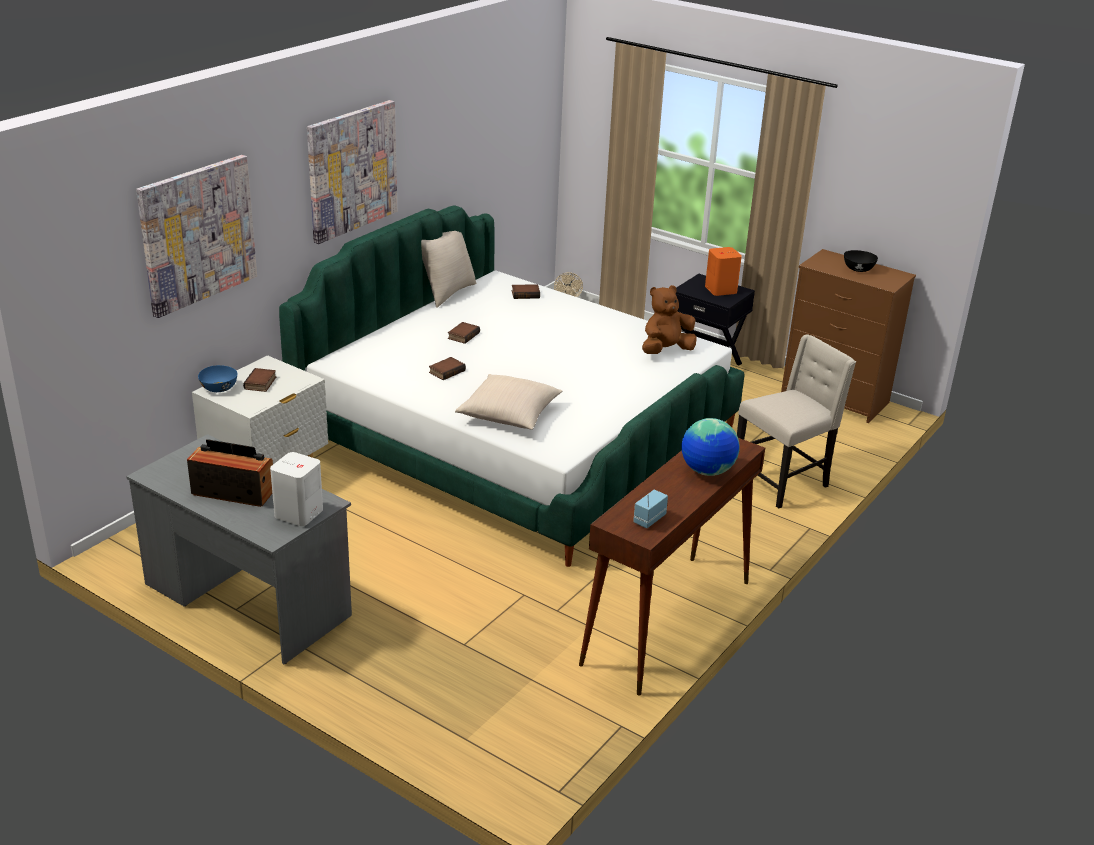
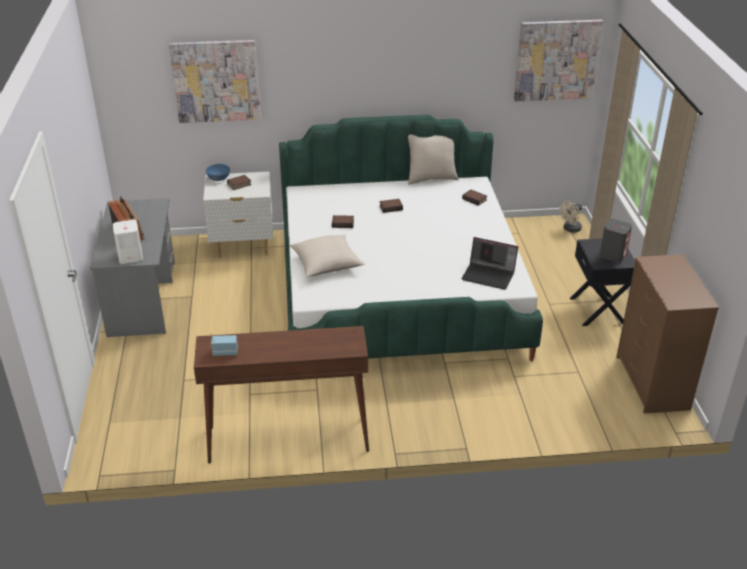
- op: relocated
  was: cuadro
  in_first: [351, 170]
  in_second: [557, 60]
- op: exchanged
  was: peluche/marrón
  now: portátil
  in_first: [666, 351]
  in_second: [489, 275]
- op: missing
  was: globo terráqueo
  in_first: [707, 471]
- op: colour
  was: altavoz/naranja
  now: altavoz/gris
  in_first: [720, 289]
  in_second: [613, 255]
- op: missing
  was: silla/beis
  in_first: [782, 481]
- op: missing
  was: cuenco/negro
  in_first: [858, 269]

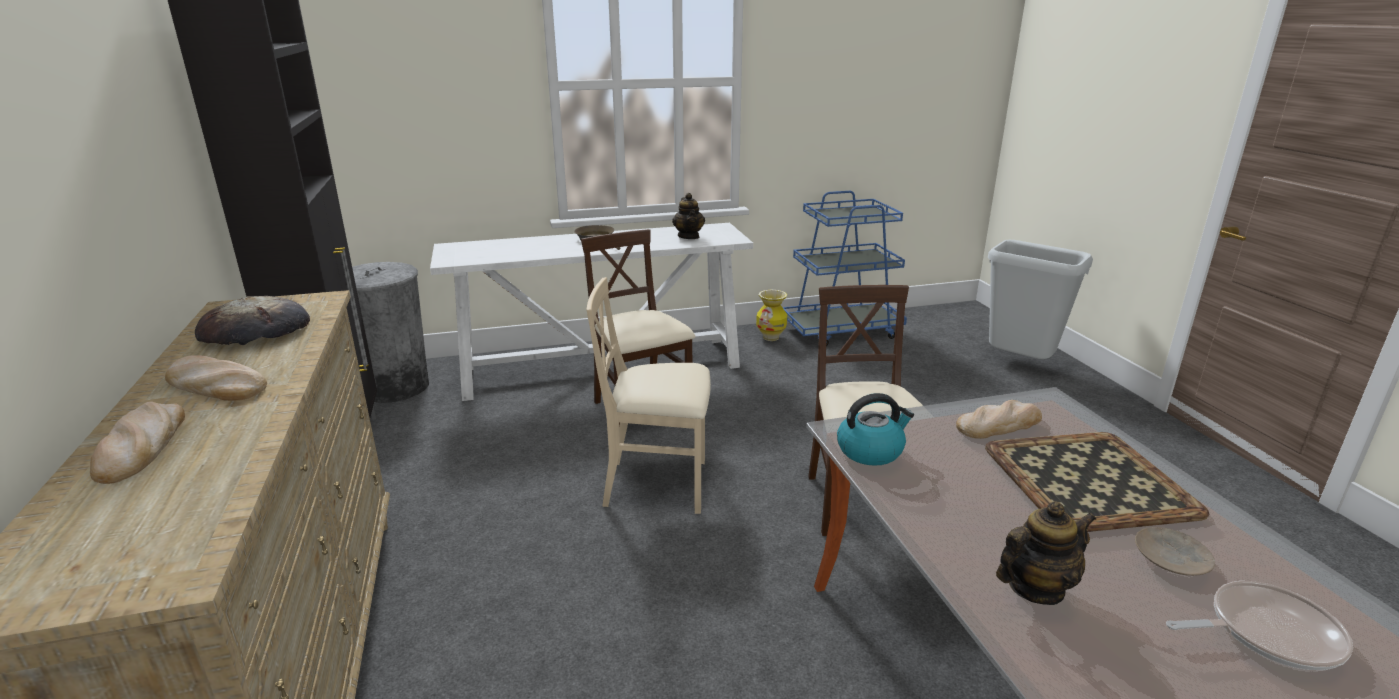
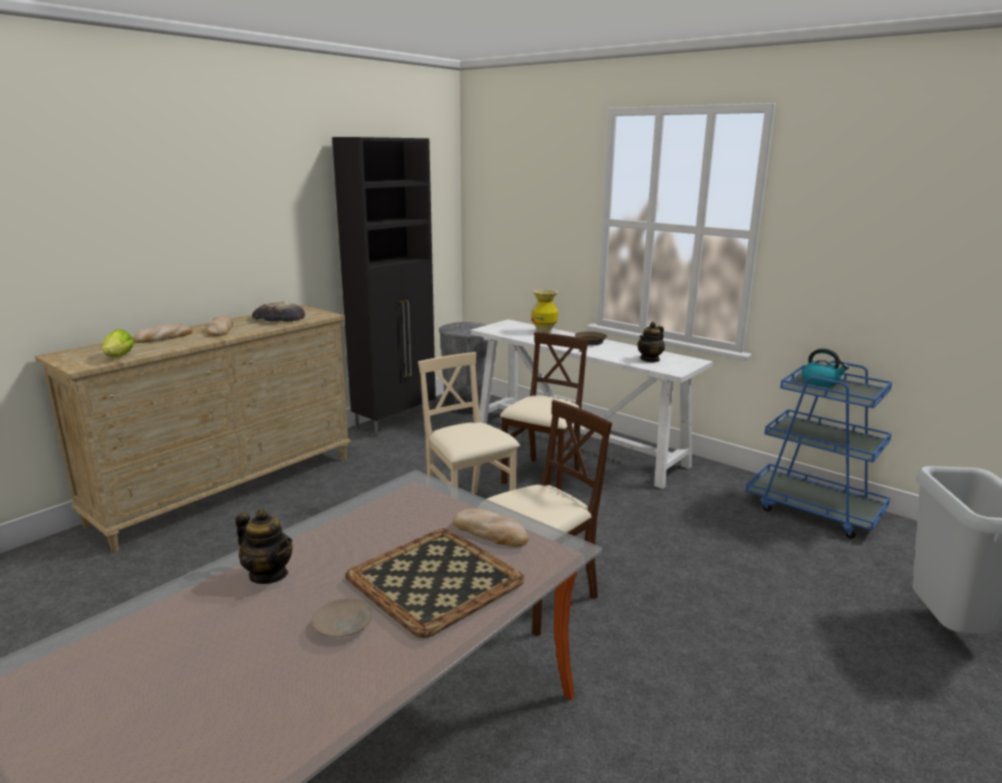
- op: relocated
  was: florero
  in_first: [771, 337]
  in_second: [544, 332]
- op: relocated
  was: hervidor
  in_first: [870, 450]
  in_second: [821, 382]
- op: missing
  was: sartén
  in_first: [1266, 632]
- op: appeared
  now: lechuga
  in_second: [118, 357]

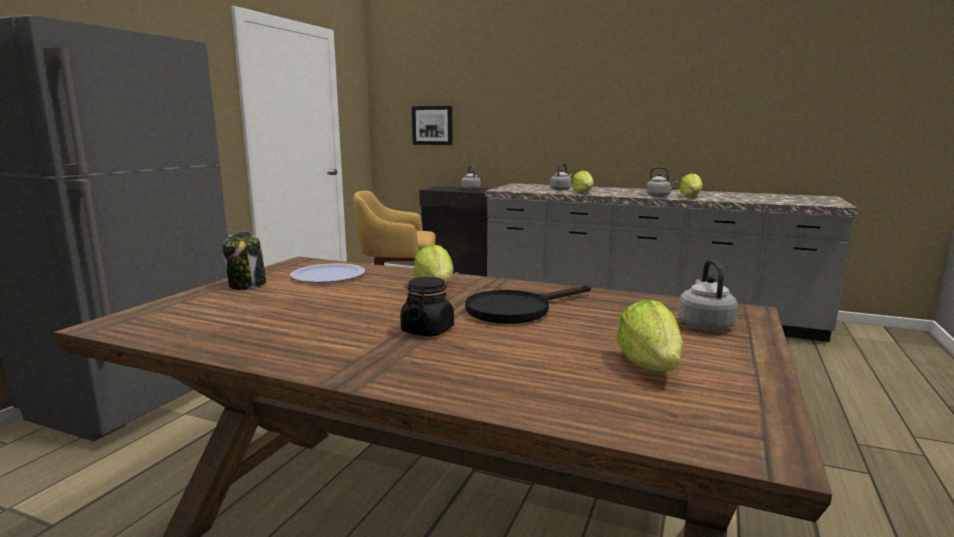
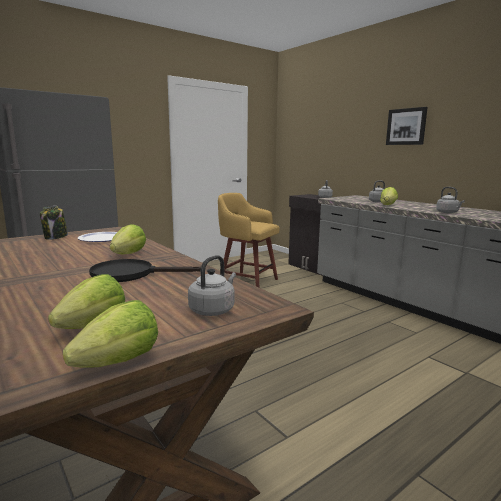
- op: missing
  was: tarro/negro
  in_first: [427, 330]
- op: relocated
  was: cuadro
  in_first: [432, 125]
  in_second: [406, 126]
- op: relocated
  was: lechuga
  in_first: [691, 197]
  in_second: [119, 361]

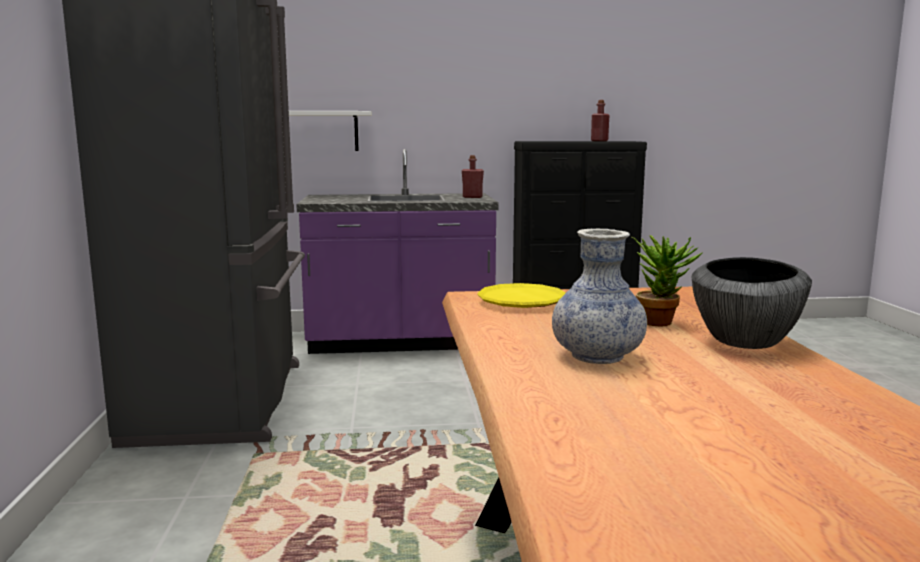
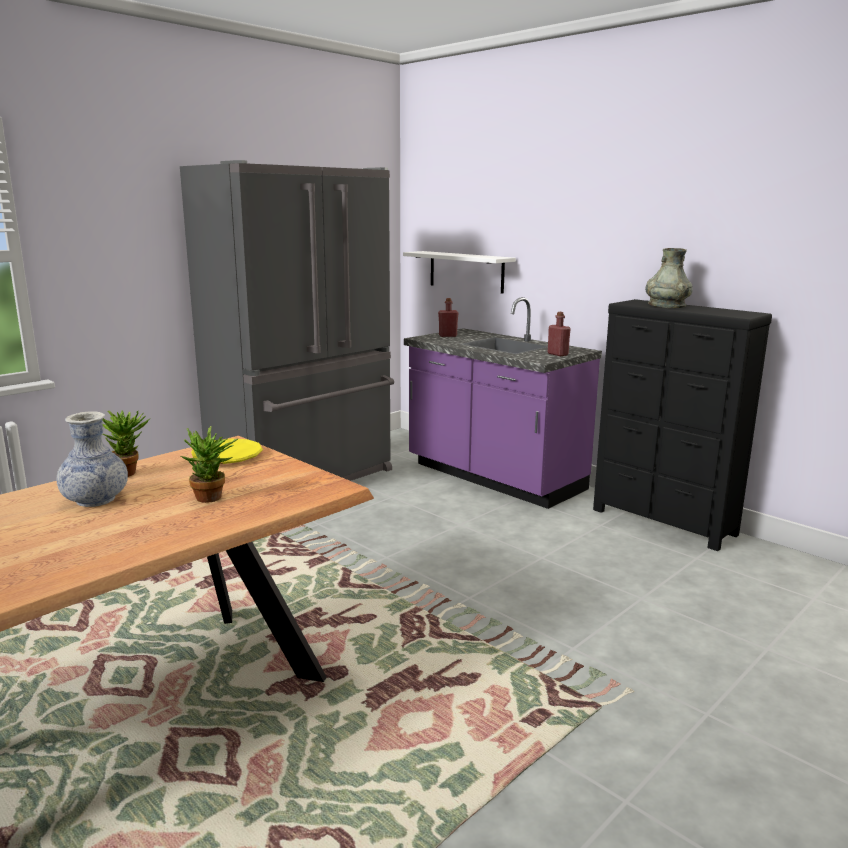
- op: relocated
  was: botella/rojo
  in_first: [599, 141]
  in_second: [448, 336]
- op: missing
  was: cuenco
  in_first: [744, 342]
- op: appeared
  now: planta en maceta
  in_second: [128, 472]
- op: appeared
  now: florero/gris
  in_second: [666, 305]

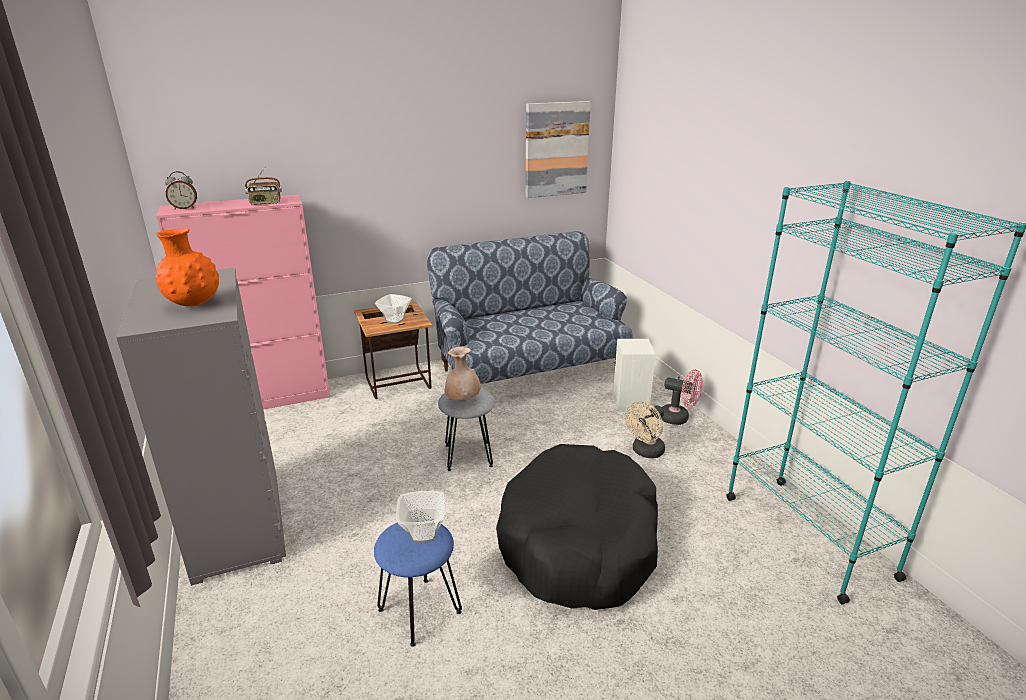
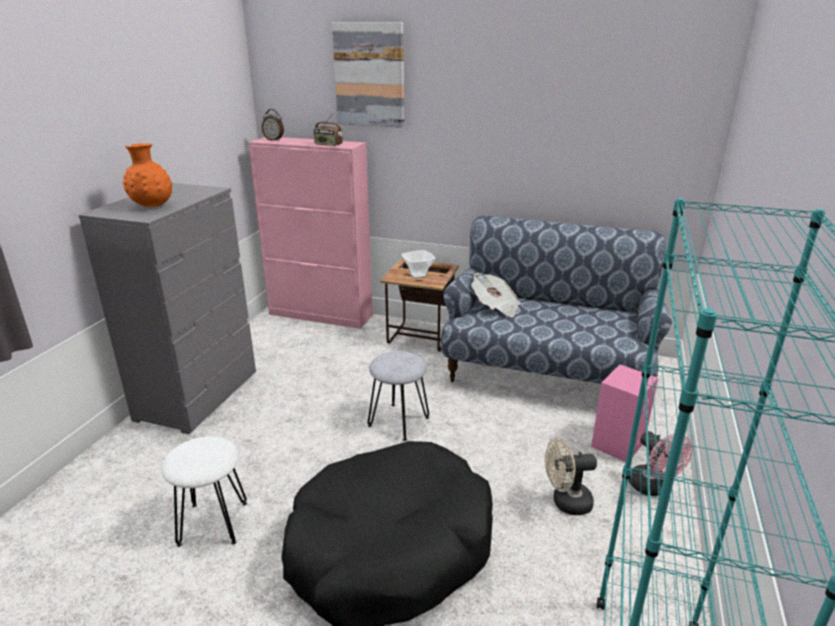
- op: colour
  was: taburete/azul
  now: taburete/blanco
  in_first: [419, 610]
  in_second: [213, 523]
- op: missing
  was: cuenco
  in_first: [422, 535]
- op: missing
  was: florero/beis
  in_first: [463, 401]
- op: relocated
  was: cuadro
  in_first: [556, 149]
  in_second: [369, 75]
- op: colour
  was: altavoz/blanco
  now: altavoz/rosa
  in_first: [630, 401]
  in_second: [618, 443]
- op: appeared
  now: periódico
  in_second: [495, 307]

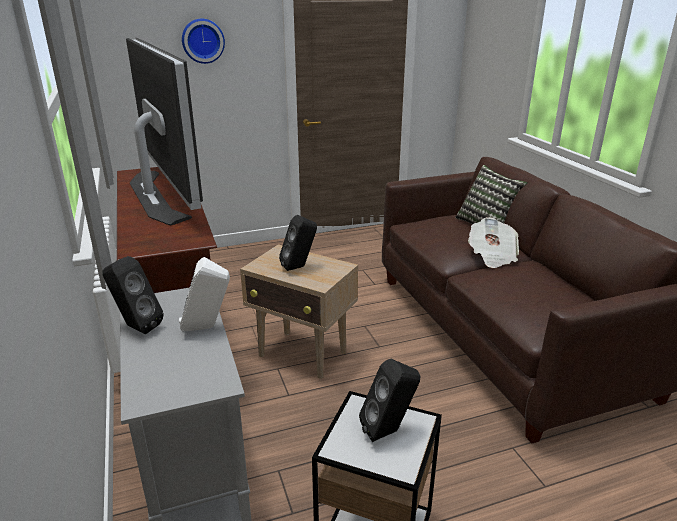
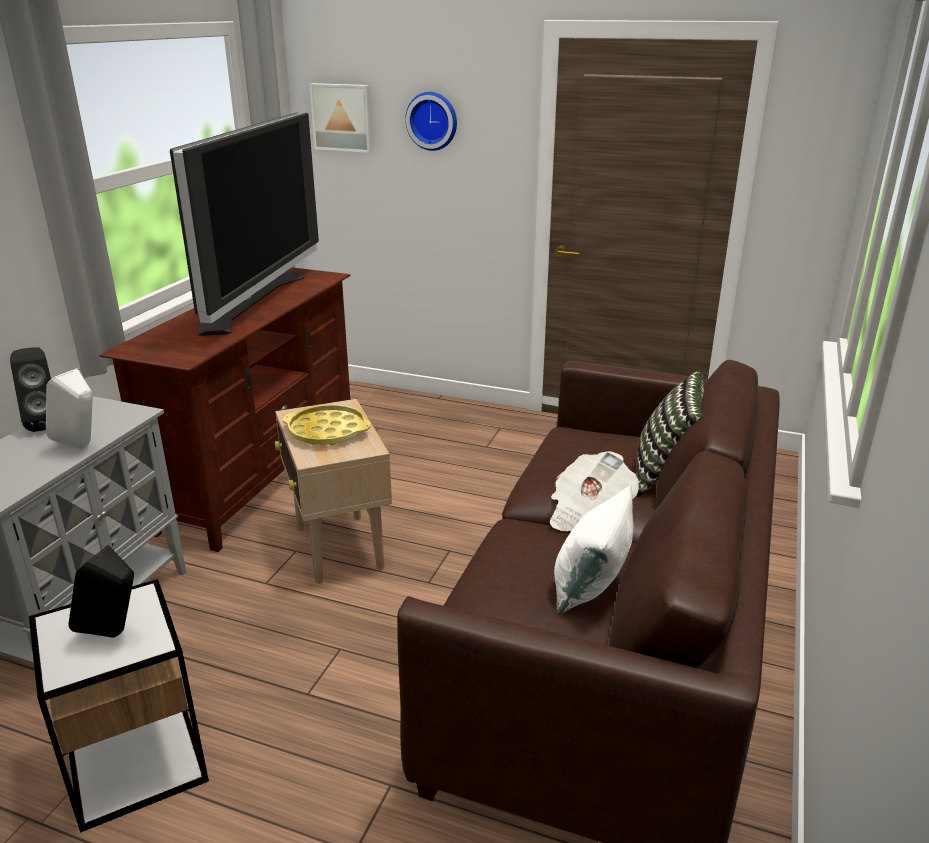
- op: exchanged
  was: altavoz/negro
  now: bandeja/amarillo
  in_first: [299, 267]
  in_second: [327, 432]
- op: appeared
  now: cuadro
  in_second: [343, 117]
- op: appeared
  now: cojín/blanco
  in_second: [590, 587]

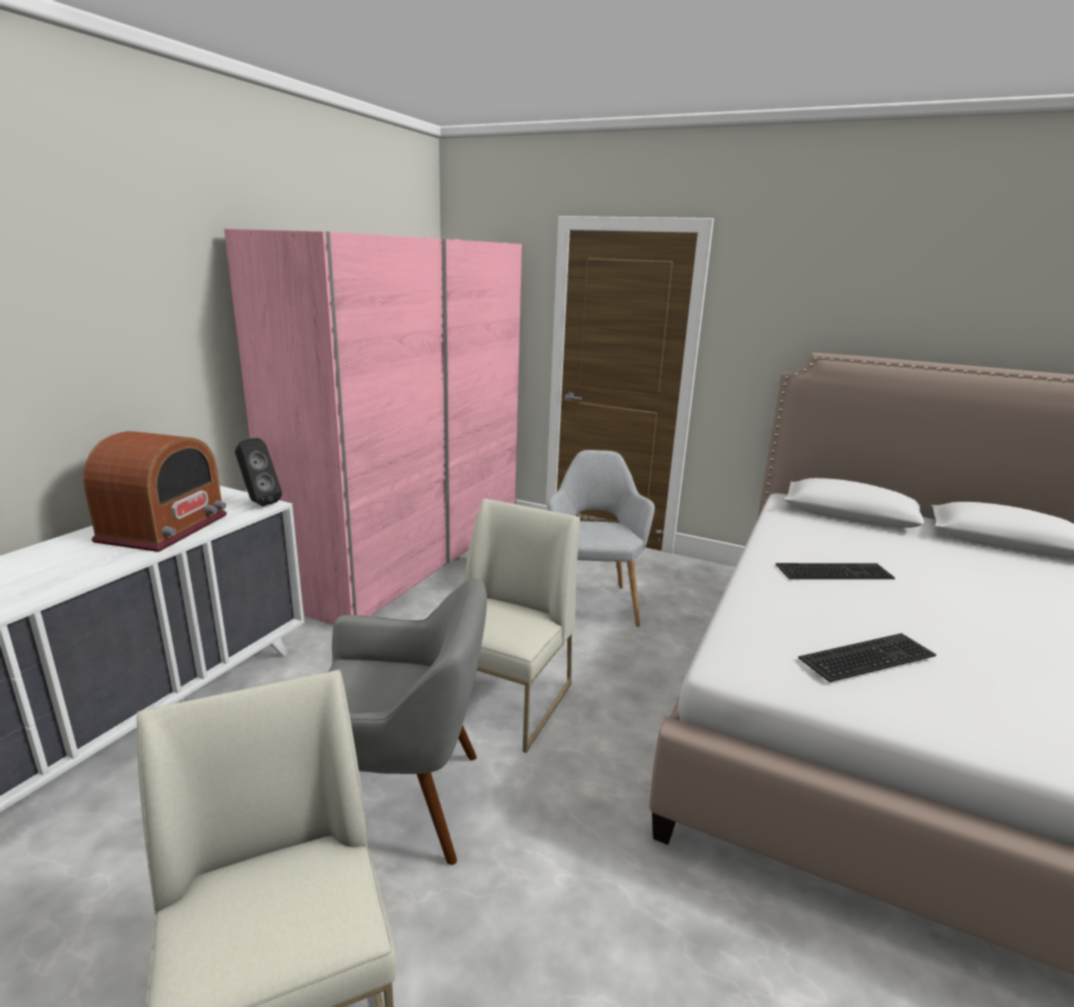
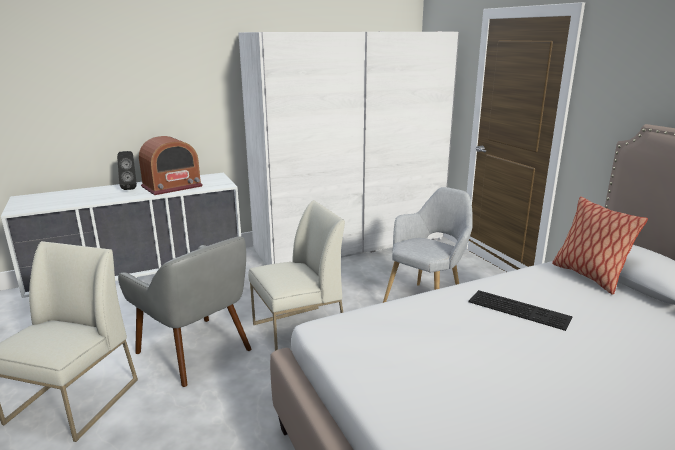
- op: colour
  was: armario ropero/rosa
  now: armario ropero/blanco
  in_first: [410, 556]
  in_second: [350, 243]
- op: relocated
  was: altavoz/negro
  in_first: [258, 502]
  in_second: [130, 188]
- op: missing
  was: teclado
  in_first: [866, 655]
- op: appeared
  now: cojín
  in_second: [588, 276]

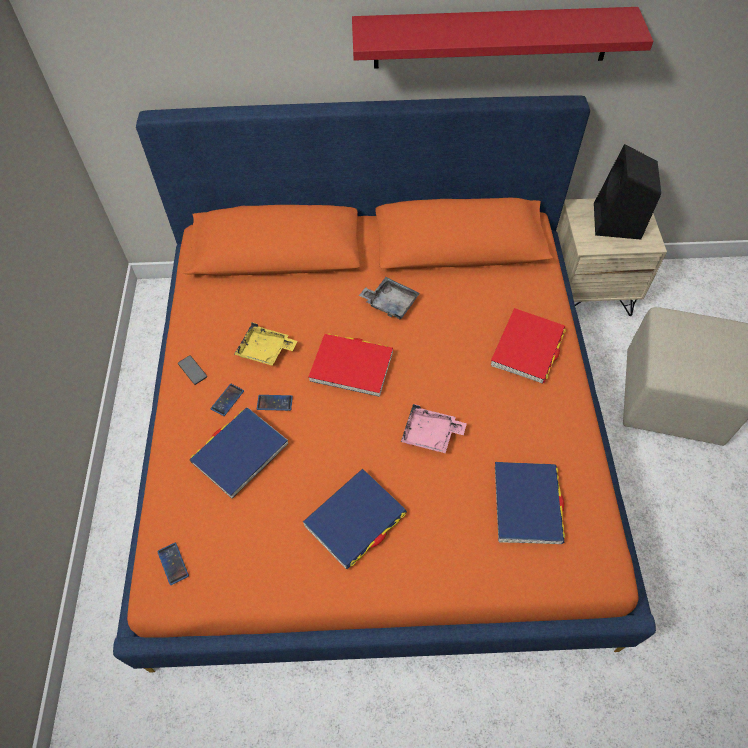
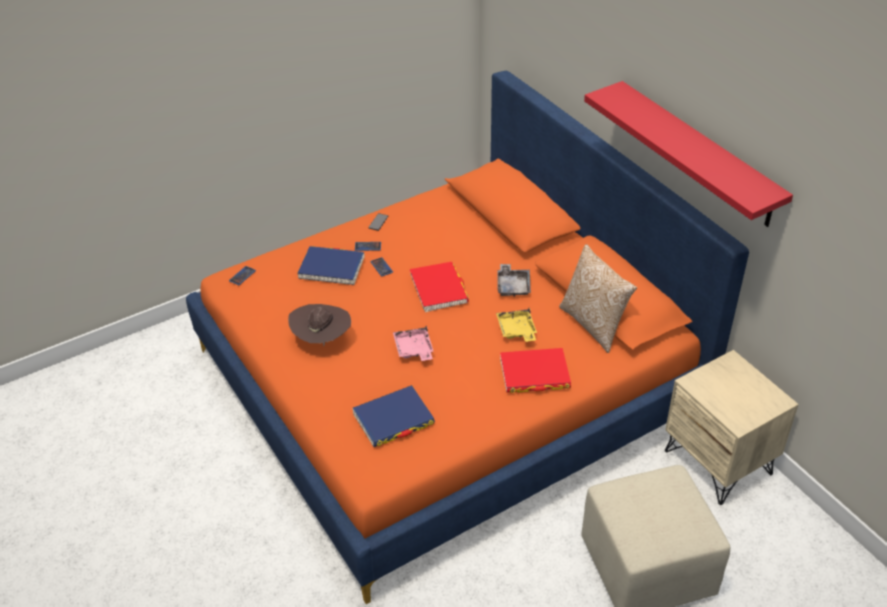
- op: relocated
  was: bandeja/amarillo
  in_first: [265, 351]
  in_second: [516, 331]
- op: exchanged
  was: libro/azul
  now: sombrero/marrón
  in_first: [355, 520]
  in_second: [322, 339]
- op: missing
  was: altavoz/negro
  in_first: [617, 222]
- op: appeared
  now: cojín
  in_second: [594, 324]

